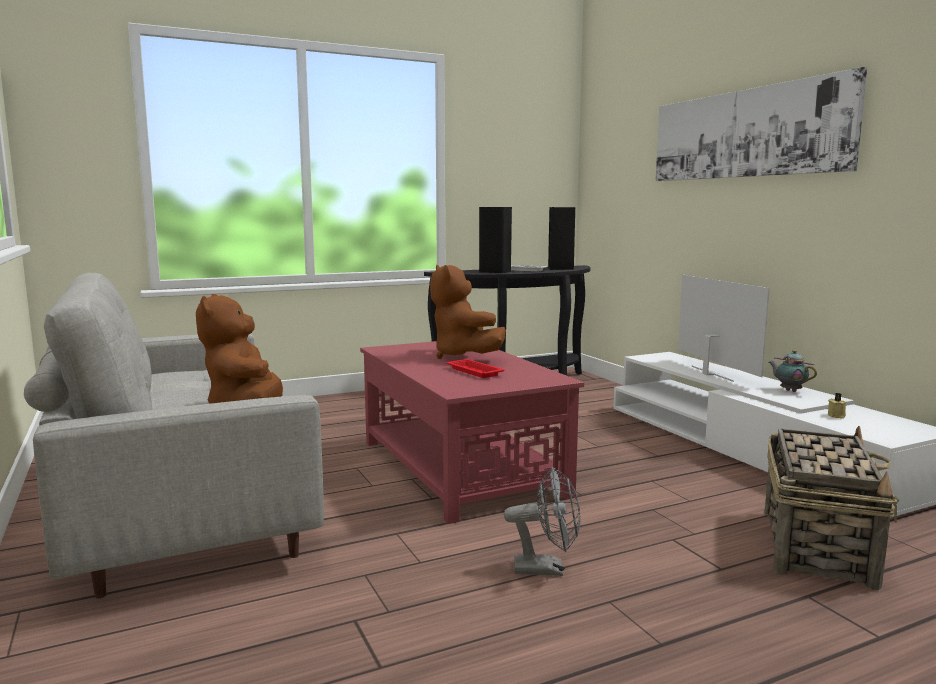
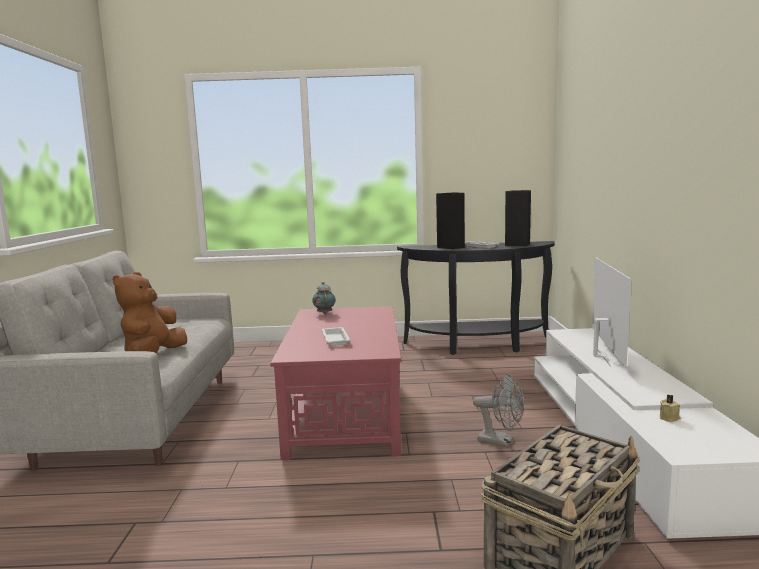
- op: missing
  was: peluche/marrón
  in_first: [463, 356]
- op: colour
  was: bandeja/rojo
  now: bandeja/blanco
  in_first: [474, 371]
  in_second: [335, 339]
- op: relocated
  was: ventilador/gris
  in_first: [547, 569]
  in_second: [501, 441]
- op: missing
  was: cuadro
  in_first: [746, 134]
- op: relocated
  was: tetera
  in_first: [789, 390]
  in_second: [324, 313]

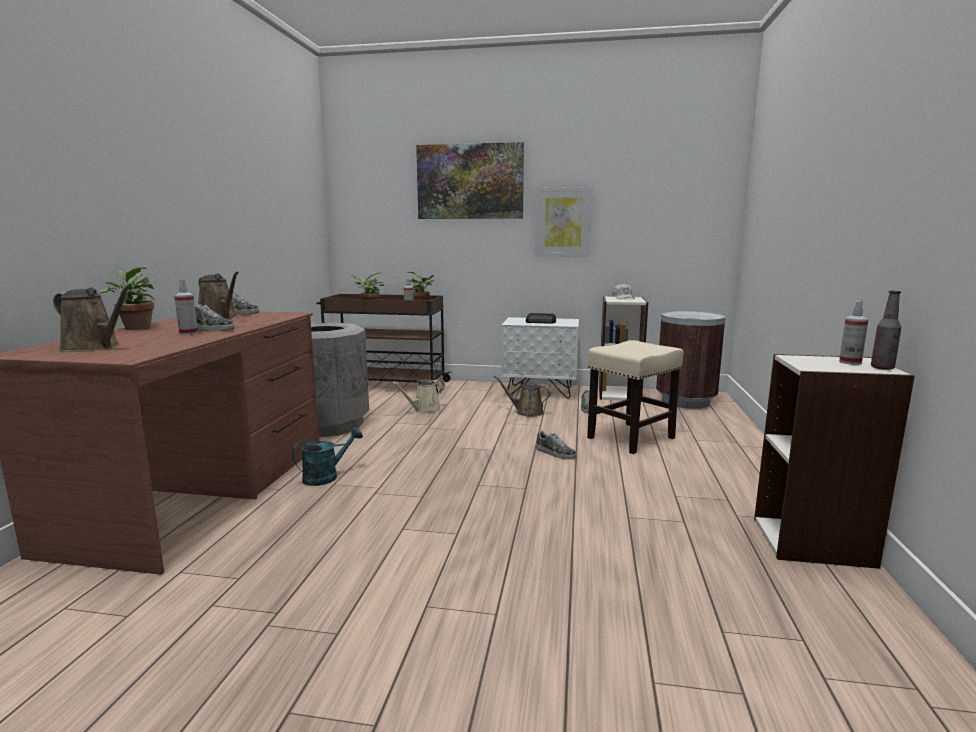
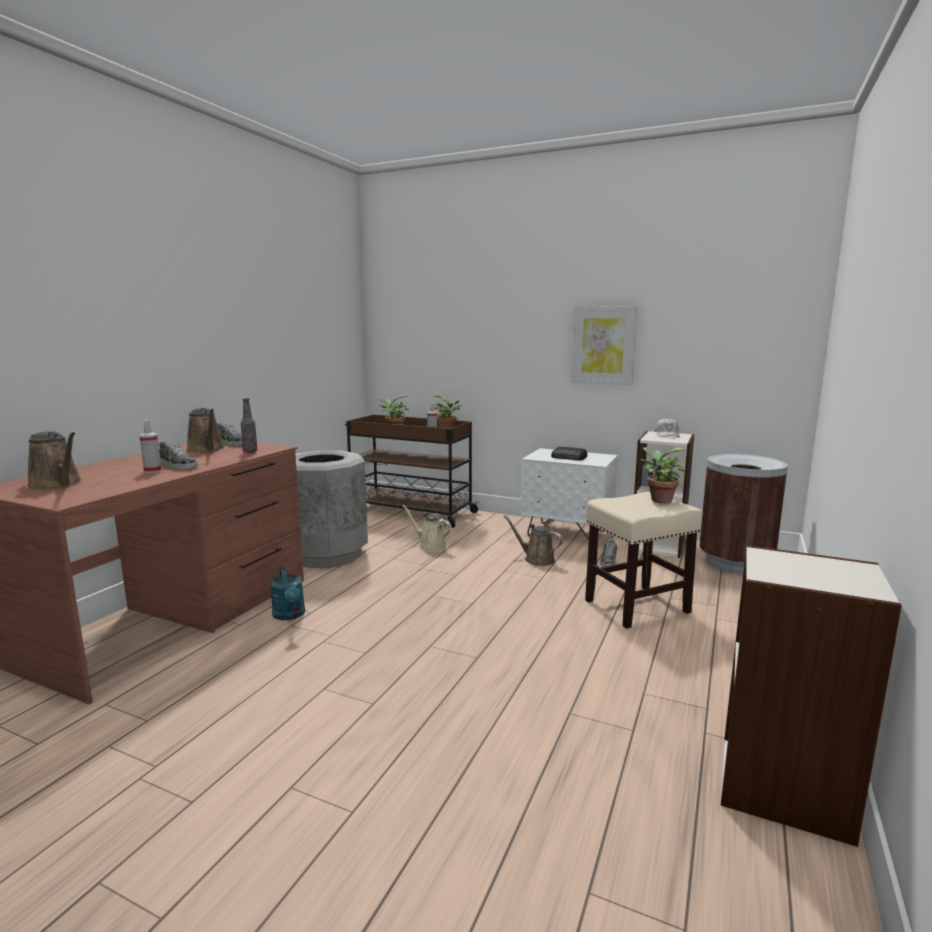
- op: relocated
  was: planta en maceta
  in_first: [135, 328]
  in_second: [658, 500]
- op: spun
  was: regadera/turquesa
  in_first: [326, 476]
  in_second: [290, 615]
  clockwise: 90
- op: spun
  was: regadera/beis
  in_first: [424, 410]
  in_second: [430, 546]
  clockwise: 60
- op: missing
  was: cuadro
  in_first: [470, 182]
- op: missing
  was: zapato
  in_first: [555, 453]
- op: missing
  was: pulverizador
  in_first: [850, 362]
- op: relocated
  was: botella
  in_first: [882, 368]
  in_second: [250, 451]

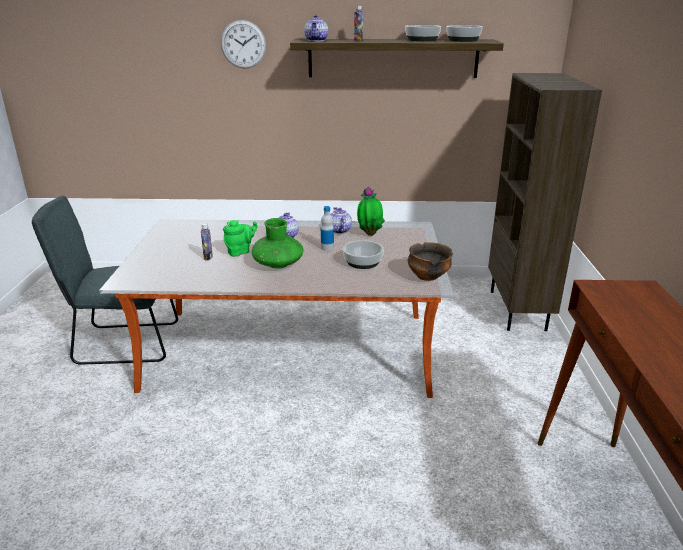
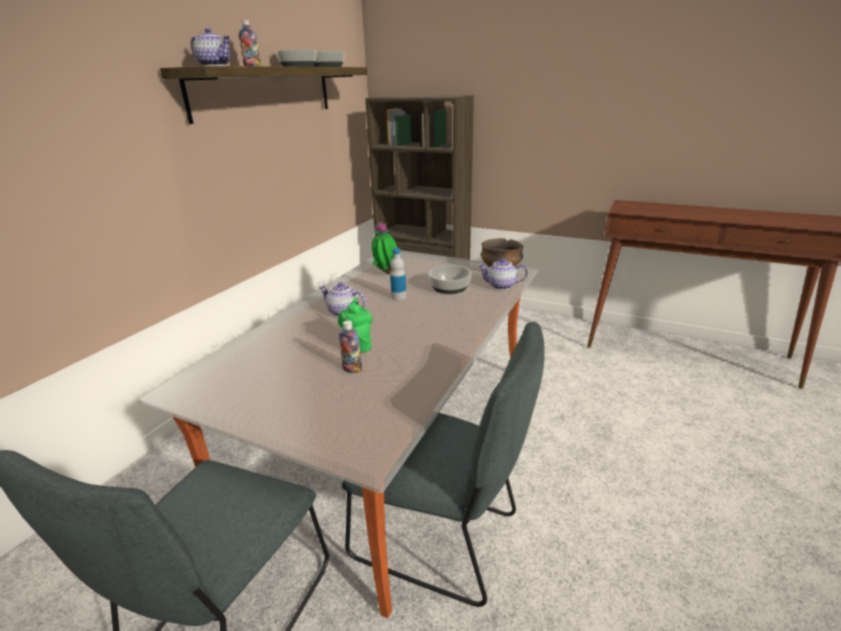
- op: missing
  was: reloj de pared
  in_first: [243, 44]
- op: missing
  was: florero/verde
  in_first: [278, 264]
- op: relocated
  was: tetera
  in_first: [338, 230]
  in_second: [501, 286]
- op: appeared
  now: silla/gris
  in_second: [442, 539]

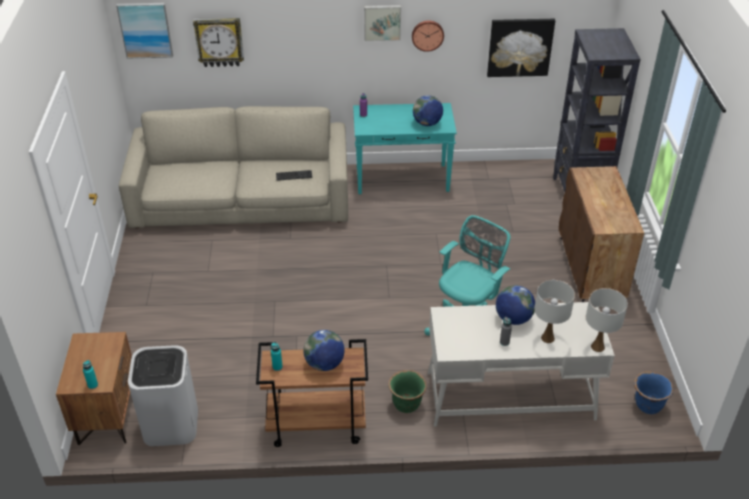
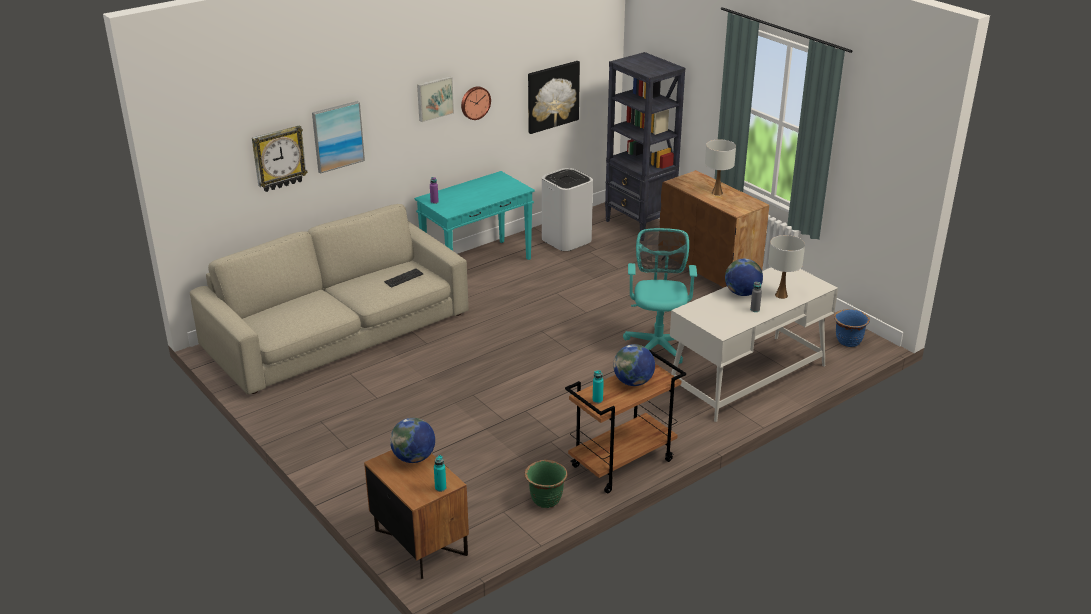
- op: relocated
  was: cuadro
  in_first: [145, 30]
  in_second: [337, 136]
- op: relocated
  was: papelera/blanco
  in_first: [170, 424]
  in_second: [566, 240]
- op: relocated
  was: maceta/verde
  in_first: [406, 404]
  in_second: [545, 500]
- op: relocated
  was: globo terráqueo
  in_first: [427, 123]
  in_second: [414, 458]
- op: relocated
  was: lámpara de mesa/blanco
  in_first: [597, 346]
  in_second: [717, 193]

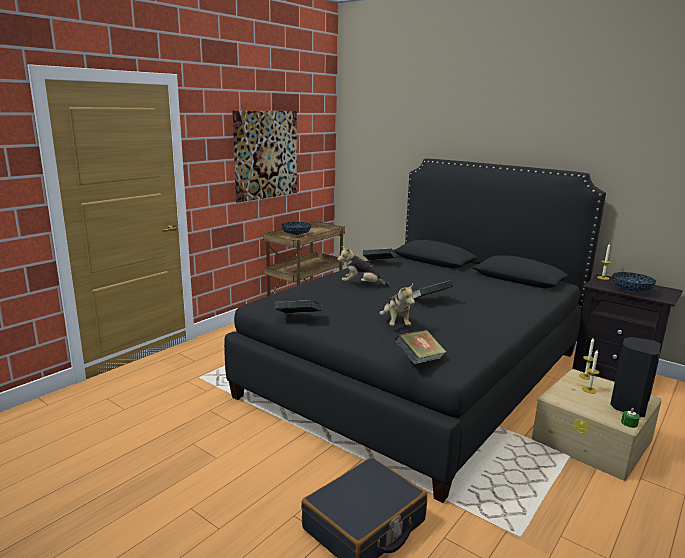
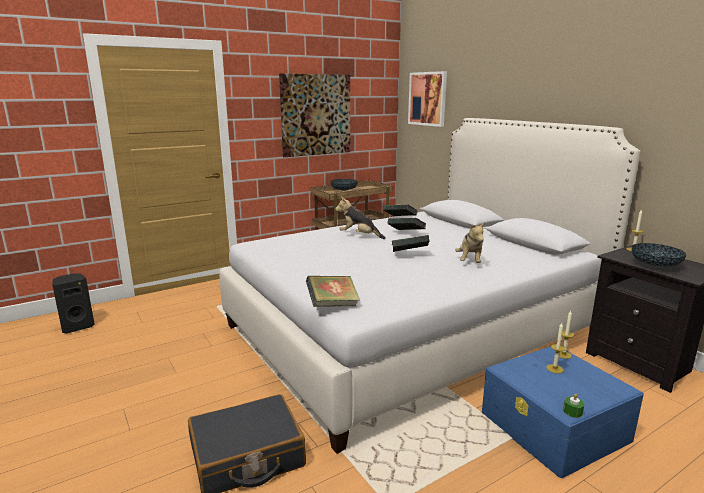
- op: colour
  was: cama/negro
  now: cama/blanco
  in_first: [418, 373]
  in_second: [412, 329]
- op: relocated
  was: libro
  in_first: [298, 319]
  in_second: [406, 234]
- op: relocated
  was: peluche
  in_first: [395, 323]
  in_second: [469, 261]
- op: colour
  was: caja de almacenaje/beis
  now: caja de almacenaje/azul
  in_first: [593, 440]
  in_second: [554, 427]
- op: relocated
  was: altavoz/negro
  in_first: [628, 407]
  in_second: [77, 326]
- op: appeared
  now: cuadro
  in_second: [427, 99]

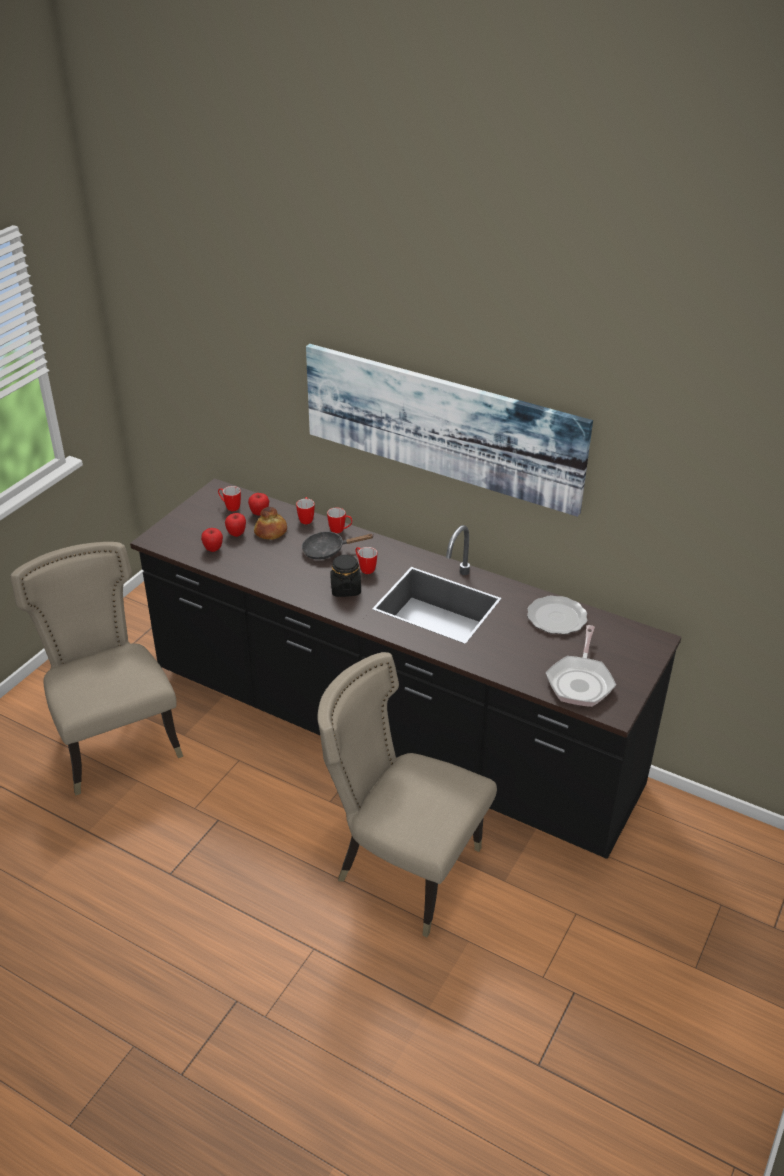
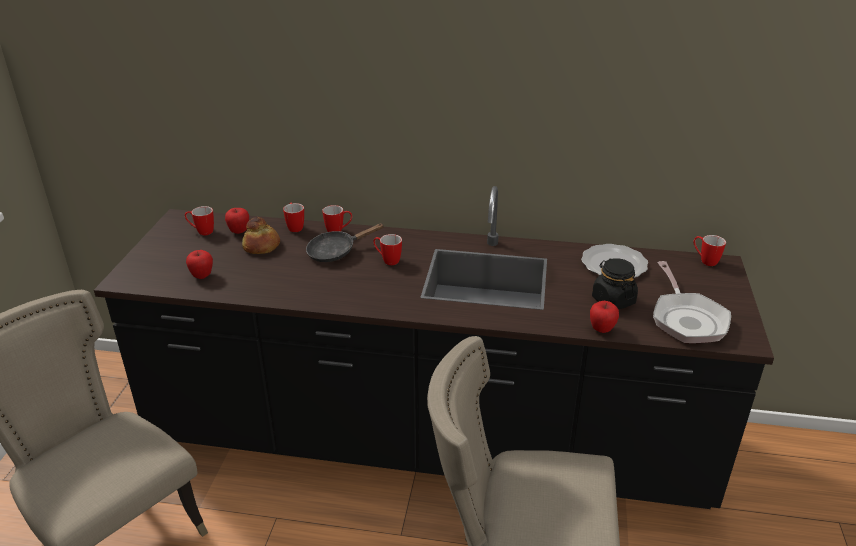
- op: relocated
  was: manzana
  in_first: [236, 534]
  in_second: [601, 329]
- op: missing
  was: cuadro
  in_first: [441, 426]
- op: relocated
  was: tarro/negro
  in_first: [345, 589]
  in_second: [613, 300]
- op: appeared
  now: taza grande
  in_second: [704, 261]

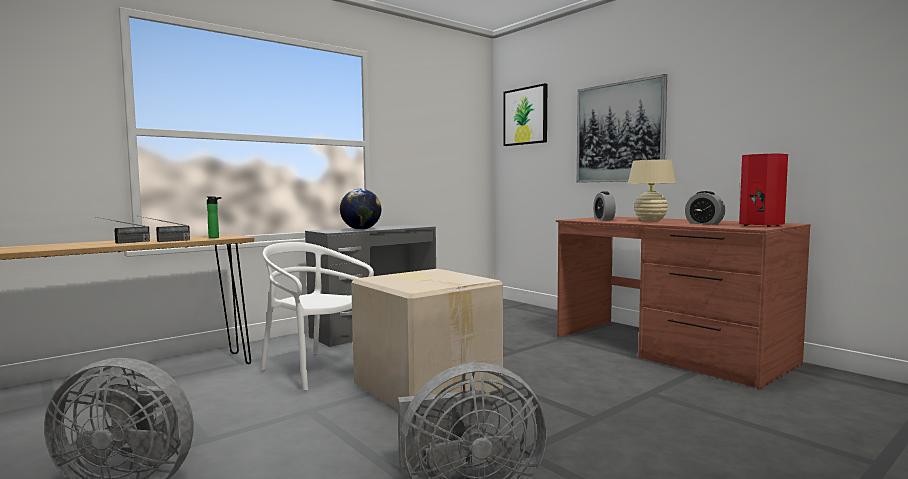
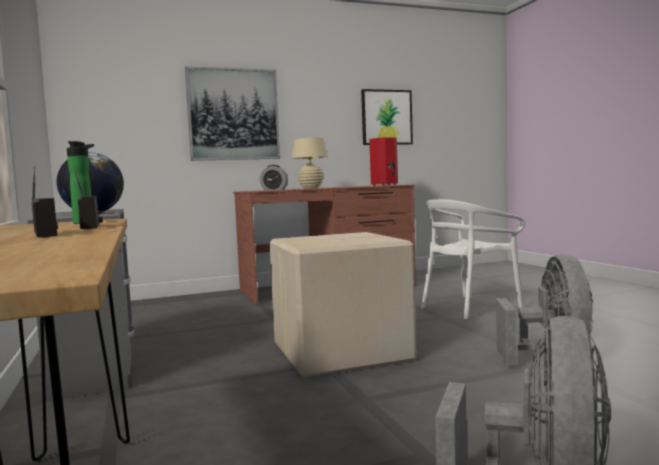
- op: relocated
  was: silla/blanco
  in_first: [315, 369]
  in_second: [469, 307]
- op: relocated
  was: cuadro
  in_first: [525, 116]
  in_second: [386, 117]
- op: missing
  was: despertador
  in_first: [704, 223]

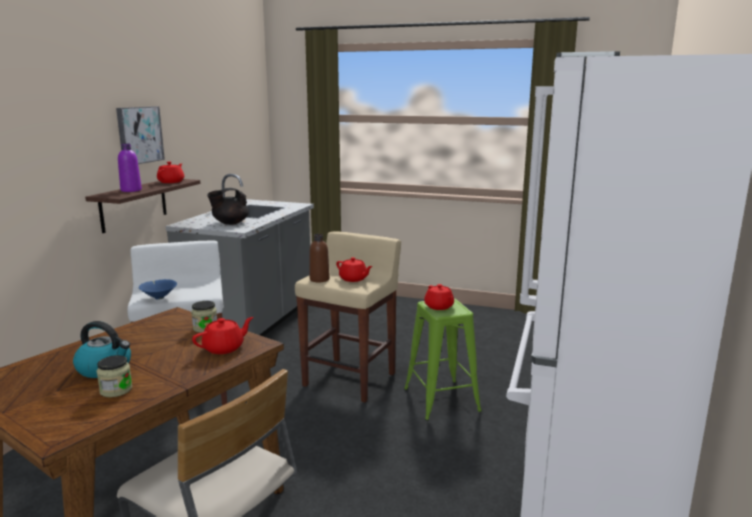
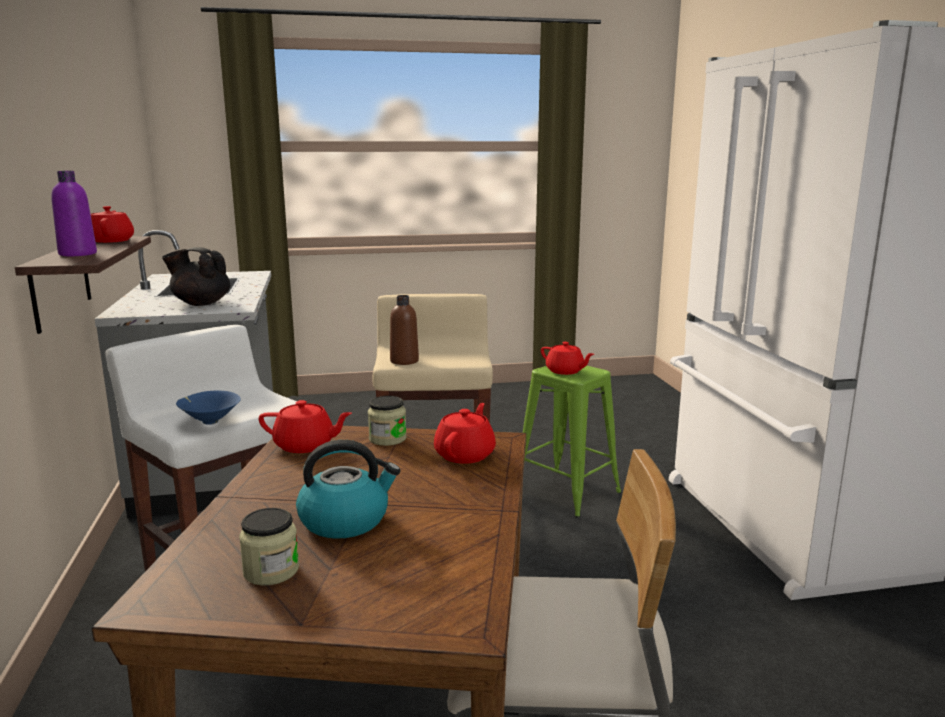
- op: relocated
  was: tarro
  in_first: [116, 390]
  in_second: [271, 571]
- op: missing
  was: cuadro
  in_first: [139, 135]
- op: spun
  was: tetera/negro
  in_first: [230, 223]
  in_second: [201, 303]
  clockwise: 75
- op: relocated
  was: tetera/rojo
  in_first: [353, 279]
  in_second: [305, 445]

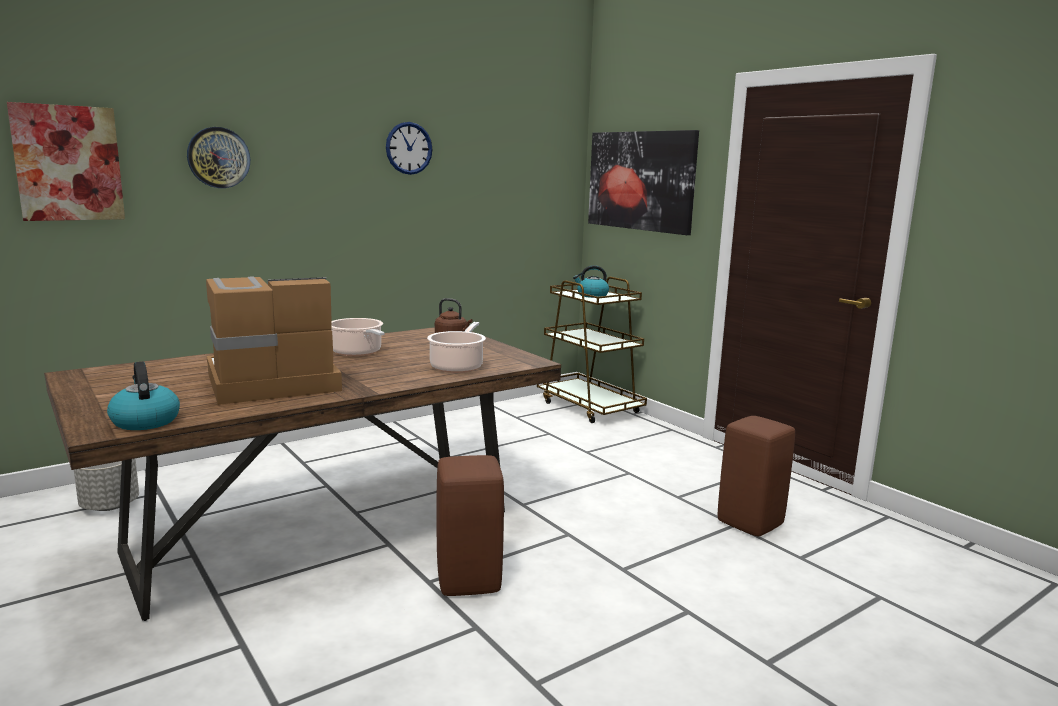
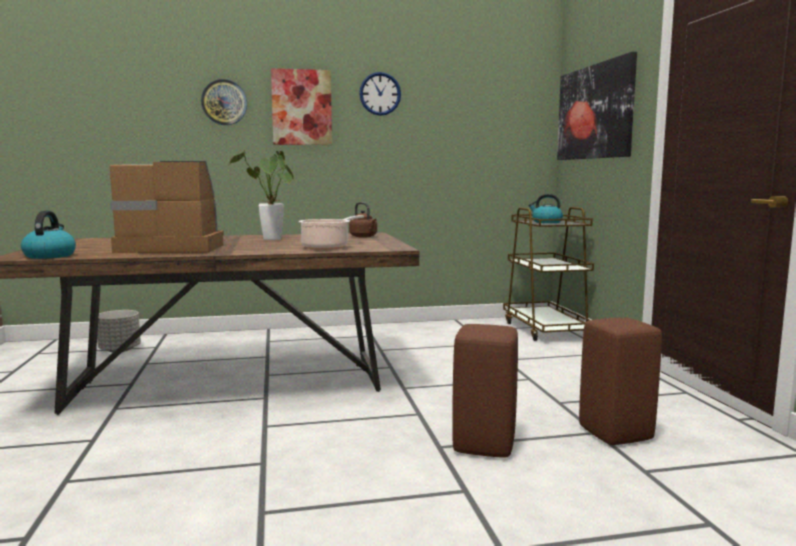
- op: relocated
  was: cuadro
  in_first: [68, 163]
  in_second: [301, 107]
- op: exchanged
  was: olla
  now: planta en maceta
  in_first: [358, 352]
  in_second: [271, 239]
- op: relocated
  was: taburete/marrón
  in_first: [470, 582]
  in_second: [485, 446]

